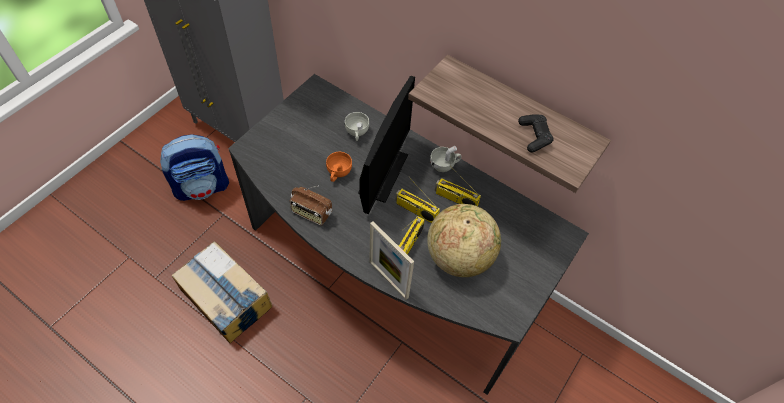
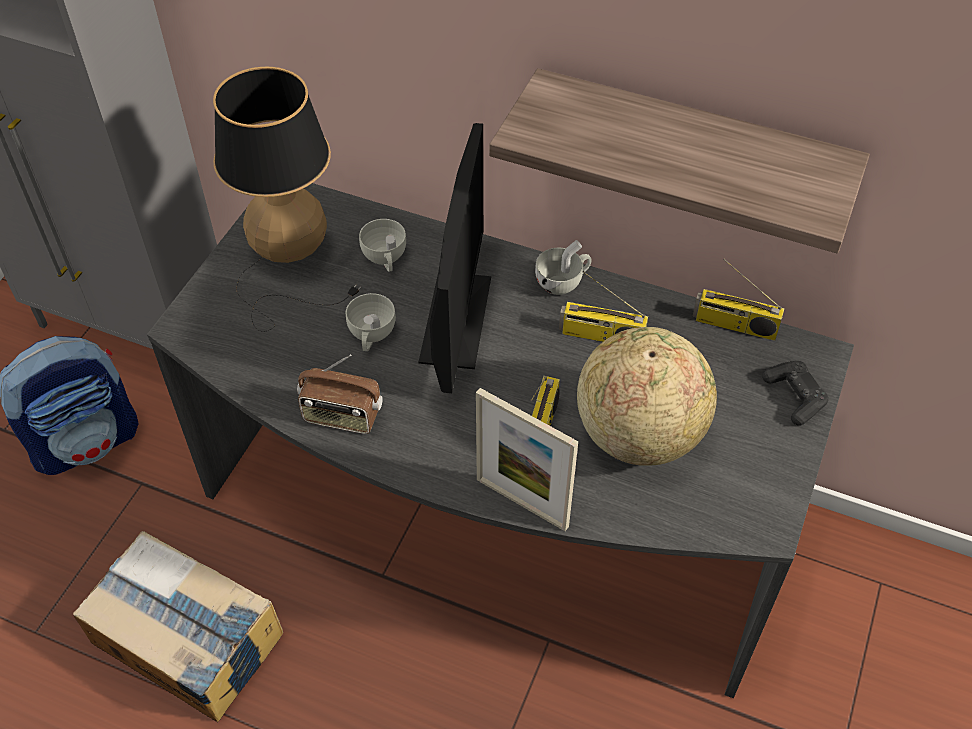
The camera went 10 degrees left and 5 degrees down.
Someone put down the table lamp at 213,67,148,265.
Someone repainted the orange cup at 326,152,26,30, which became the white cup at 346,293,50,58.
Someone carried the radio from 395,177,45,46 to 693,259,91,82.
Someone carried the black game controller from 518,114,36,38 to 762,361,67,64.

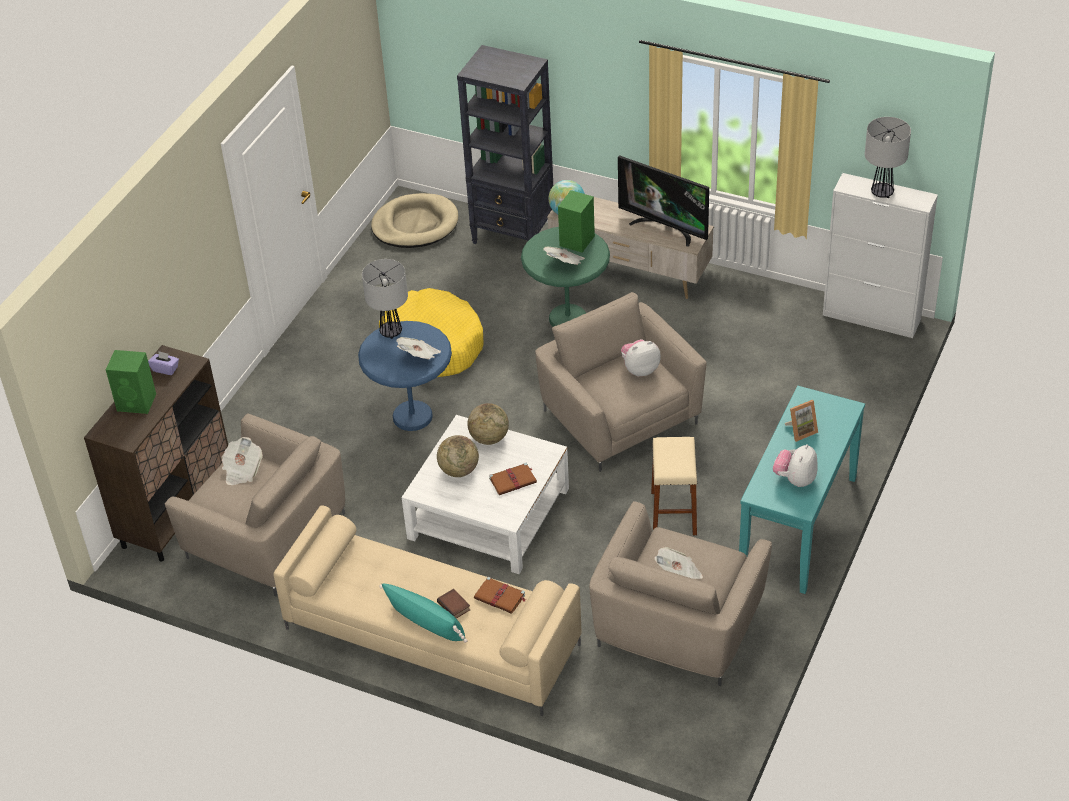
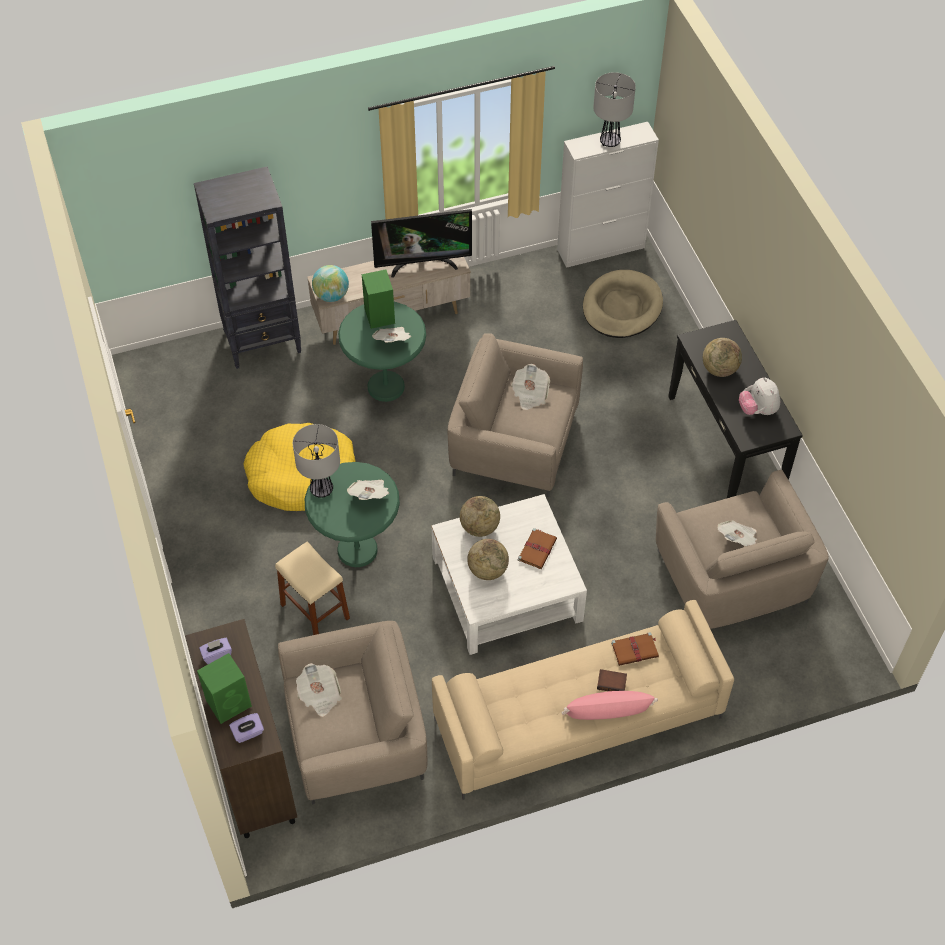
The camera went 45 degrees left and 10 degrees up.
Someone put down the purple tissue box at 229,713,35,30.
Someone carried the beige stool from 651,437,46,98 to 275,541,75,94.
Someone repainted the blue side table at 358,321,94,110, which became the green side table at 305,462,95,105.
Someone swapped the plush toy at 621,339,40,37 for the newspaper at 511,364,39,46.
Someone repainted the turquoise pillow at 379,584,88,59, which became the pink pillow at 562,691,96,29.
Someone carried the beige dog bed from 371,193,87,55 to 583,270,80,68.
Someone repainted the turquoise console table at 739,386,126,208, which became the black console table at 668,320,135,178.
Someone swapped the picture frame at 785,400,33,42 for the globe at 703,338,39,39.

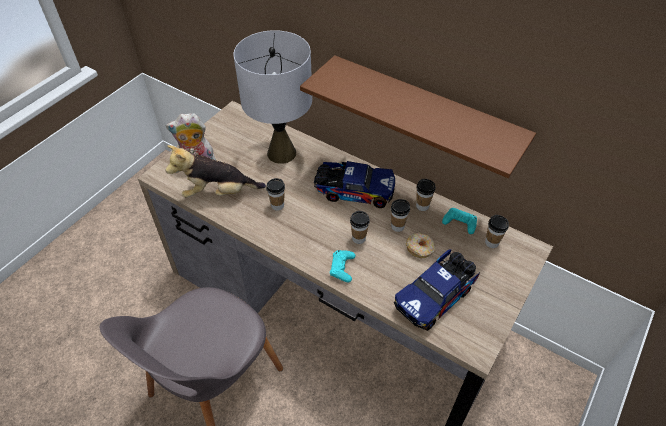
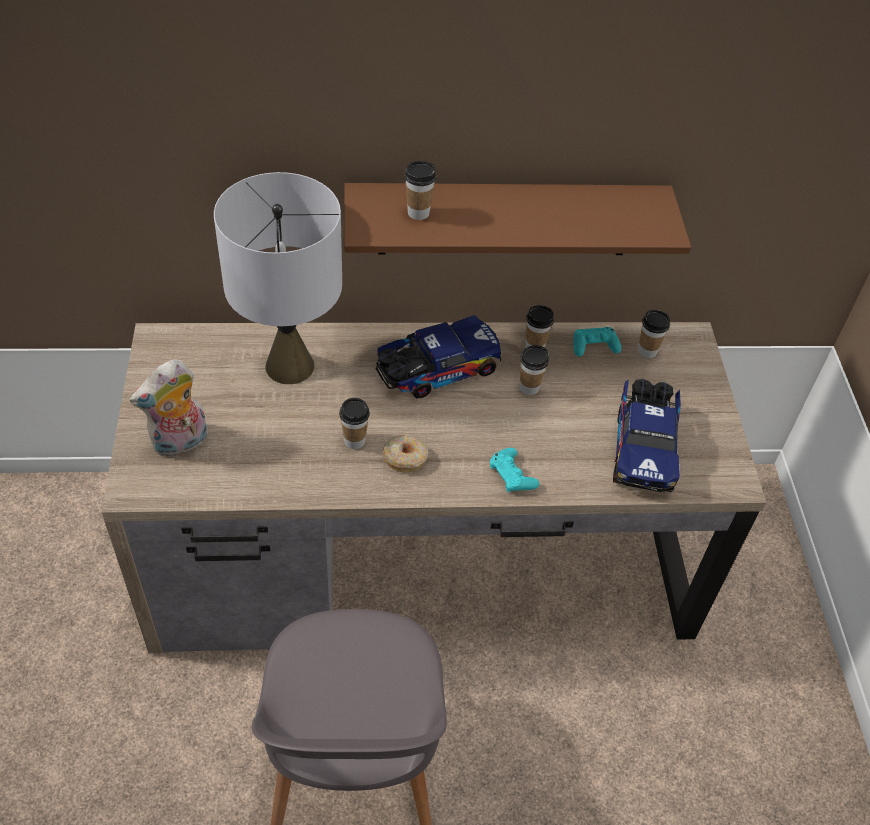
The camera went 40 degrees left and 0 degrees up.
Someone carried the donut from 406,233,29,25 to 383,435,46,38.
Someone carried the cup from 350,211,20,33 to 405,161,31,59.
Someone took away the plush toy at 165,145,101,52.

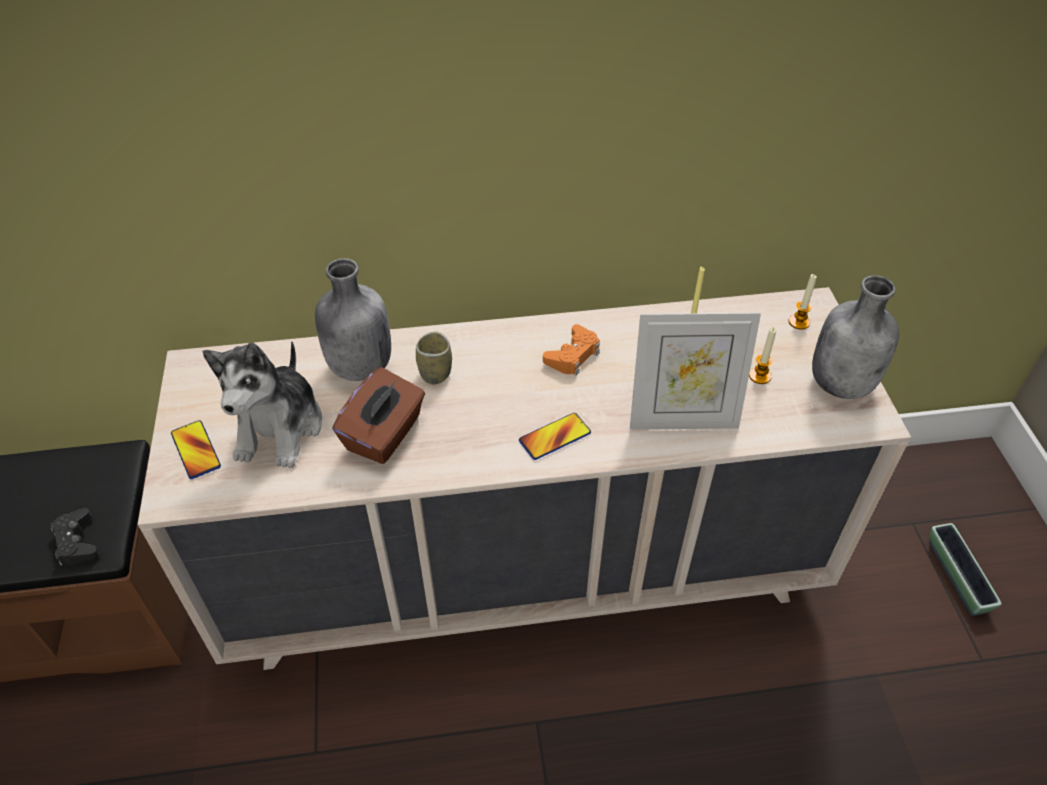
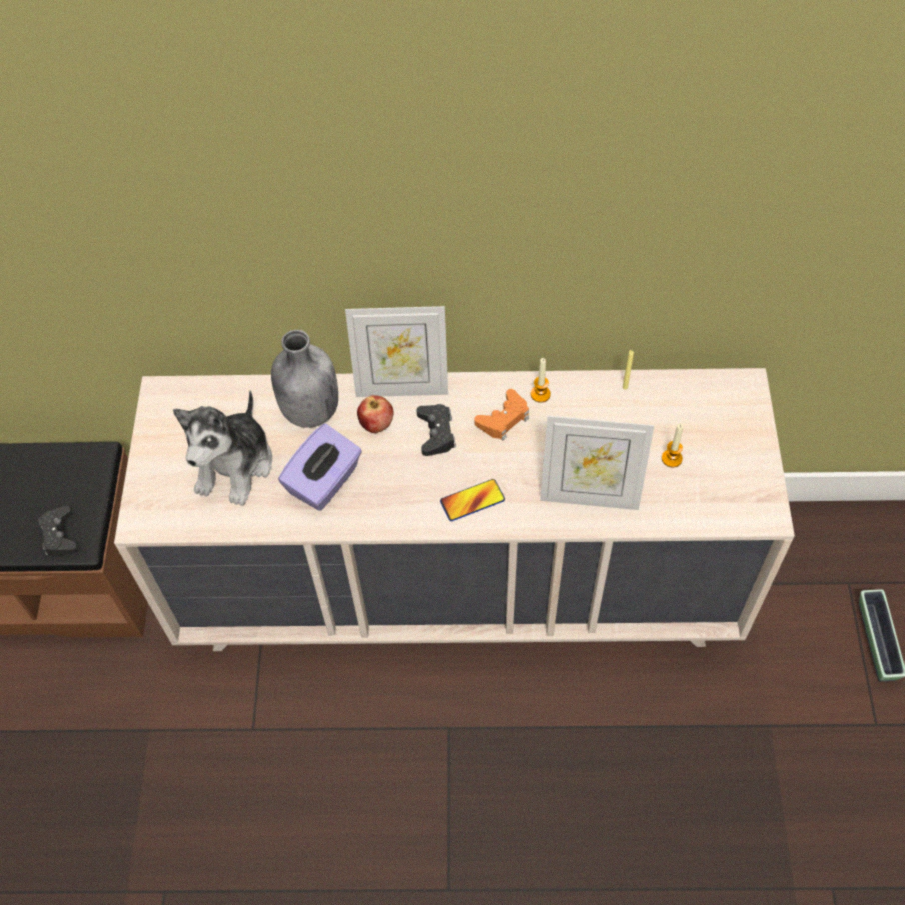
The camera went 10 degrees right and 10 degrees up.
Someone repainted the brown tissue box at 332,367,93,97, which became the purple tissue box at 278,424,84,87.
Someone put down the picture frame at 345,306,103,91.
Someone swapped the cup at 416,332,36,52 for the apple at 357,395,36,38.
Someone put down the black game controller at 416,404,40,52.
Someone carried the candle from 788,274,29,56 to 531,358,20,45.
Someone took away the phone at 171,420,50,59.
Someone took away the grey bottle at 812,275,87,124.

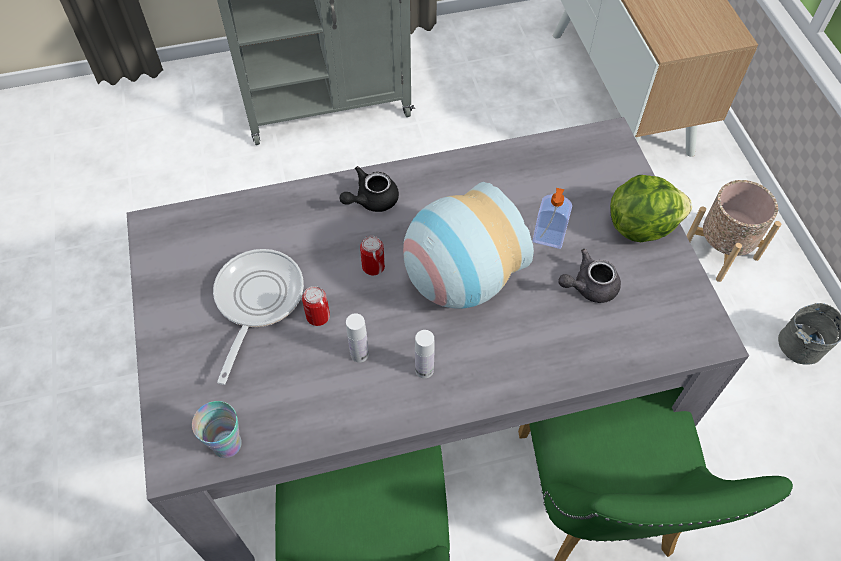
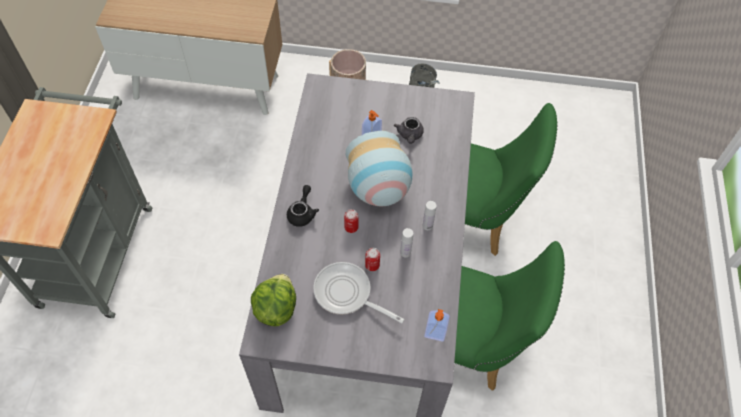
The camera went 70 degrees left and 0 degrees up.
Someone carried the lettuce from 610,175,82,67 to 251,274,45,52.
Someone rotated the black teapot at 340,166,59,46 by 150 degrees counterclockwise.
Someone swapped the cup at 192,401,50,57 for the soap dispenser at 424,309,26,33.

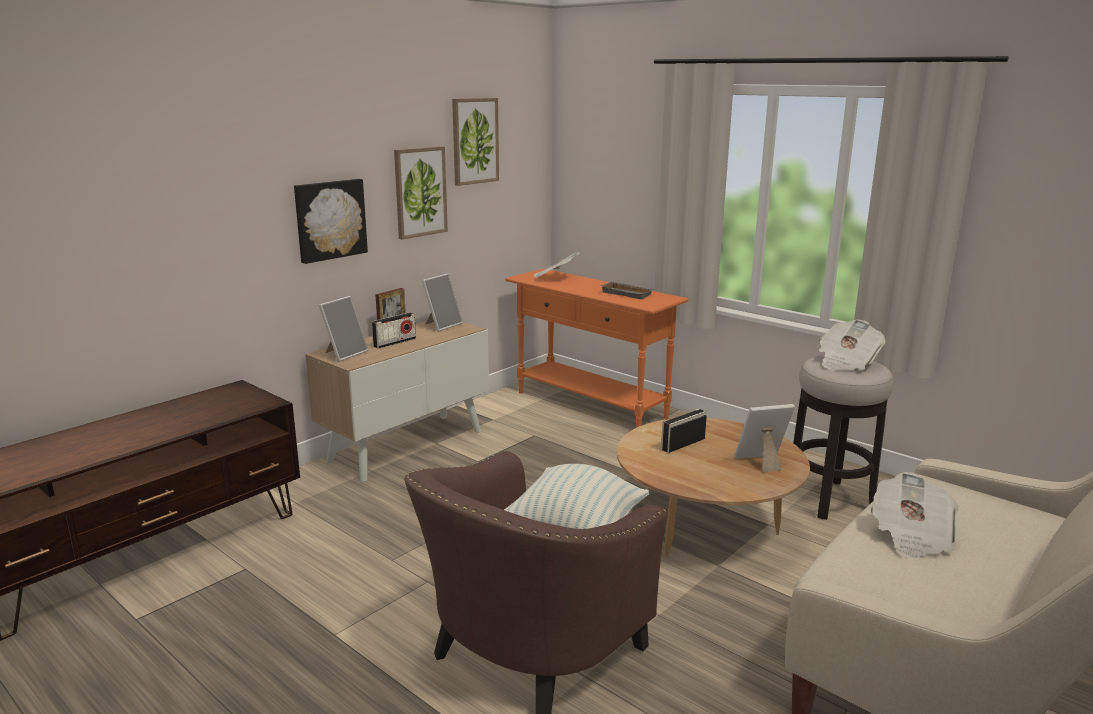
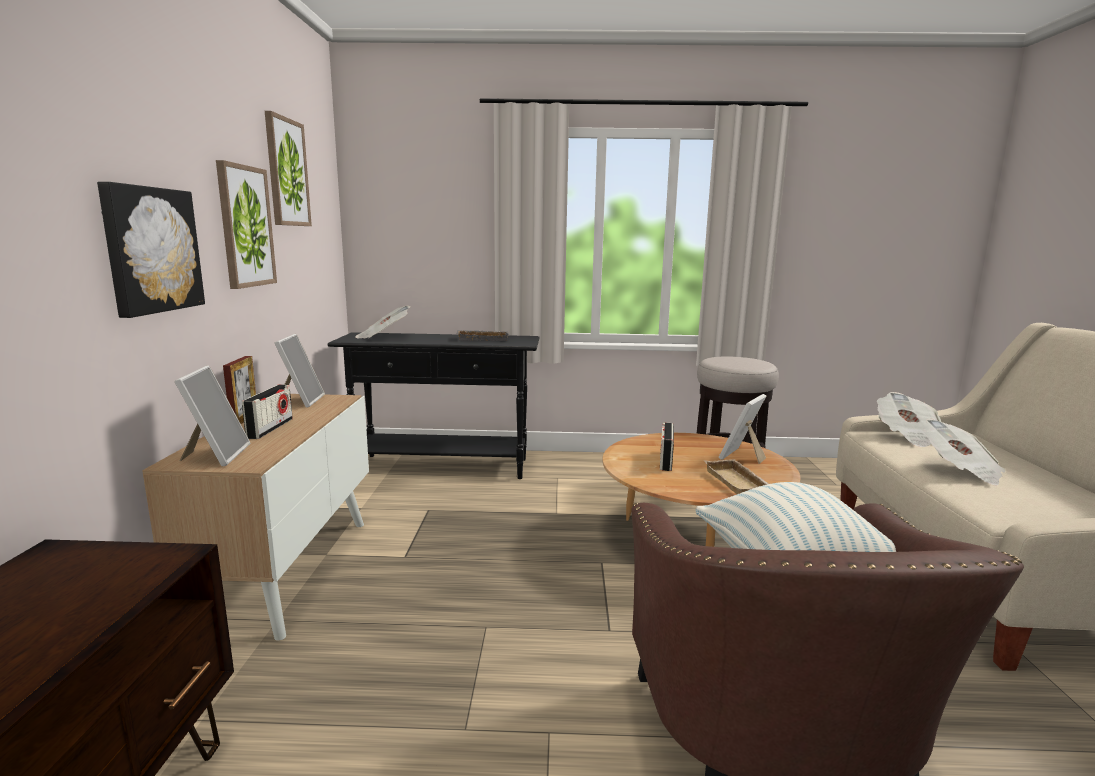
The camera went 40 degrees left and 5 degrees down.
Someone repainted the orange console table at 505,269,184,159, which became the black console table at 328,332,212,147.
Someone put down the beige tray at 704,459,65,35.
Someone carried the newspaper from 819,320,66,50 to 877,392,64,55.

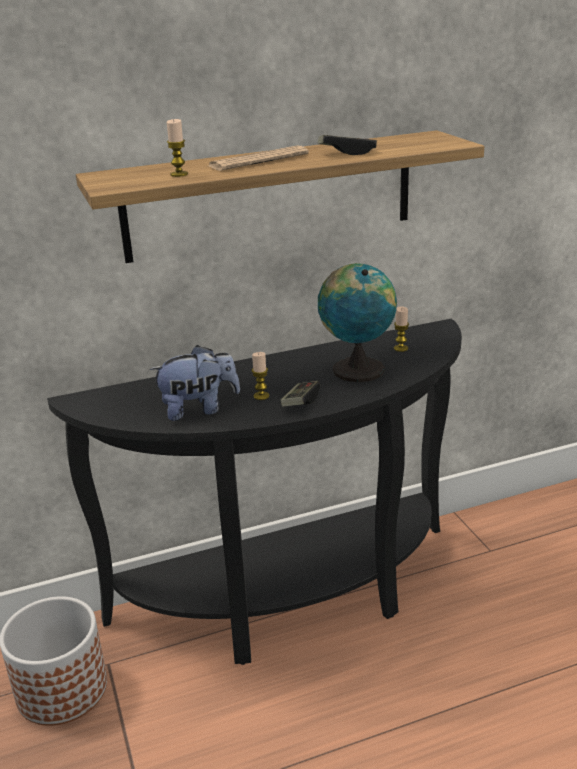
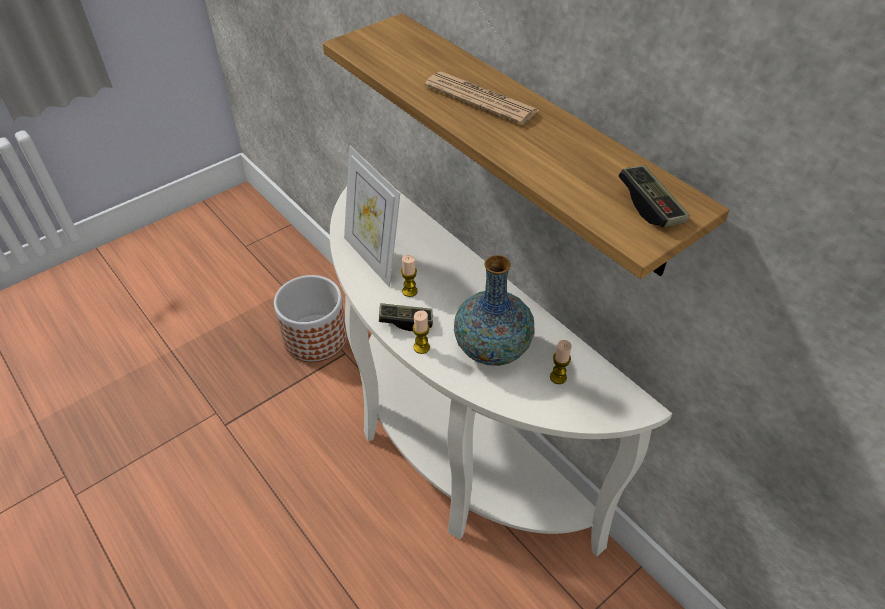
The camera went 70 degrees right and 20 degrees up.
Someone repainted the black console table at 47,319,415,346, which became the white console table at 330,187,342,369.
Someone swapped the plush toy at 149,345,91,76 for the picture frame at 344,146,56,141.
Someone carried the candle from 167,119,21,58 to 413,310,17,44.
Someone swapped the globe at 318,263,79,119 for the vase at 454,255,80,111.
Someone carried the game controller from 318,135,59,20 to 618,165,72,62.

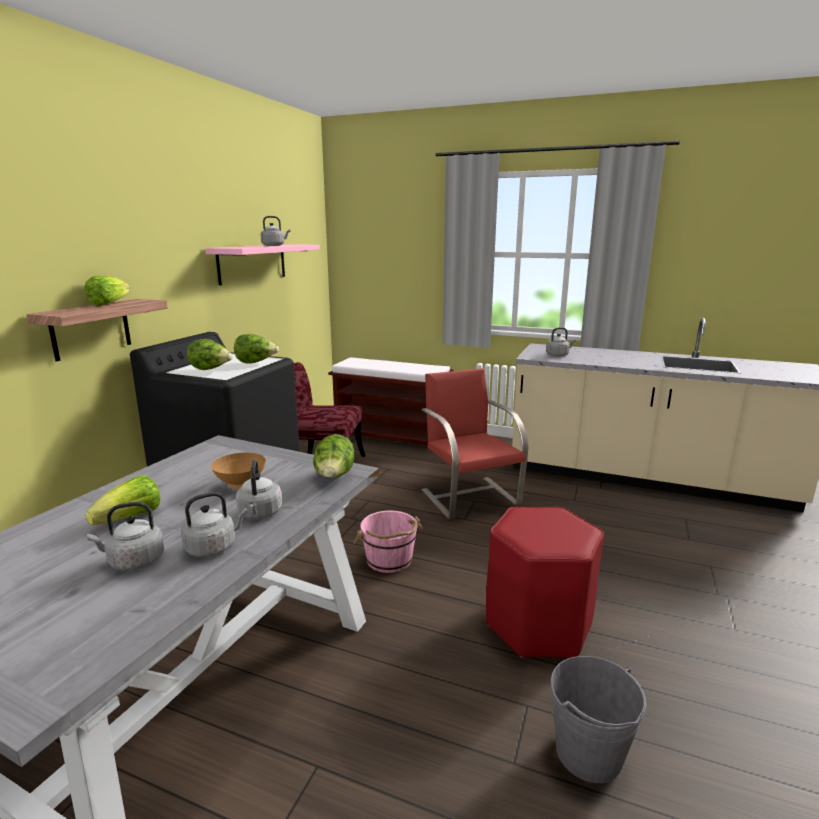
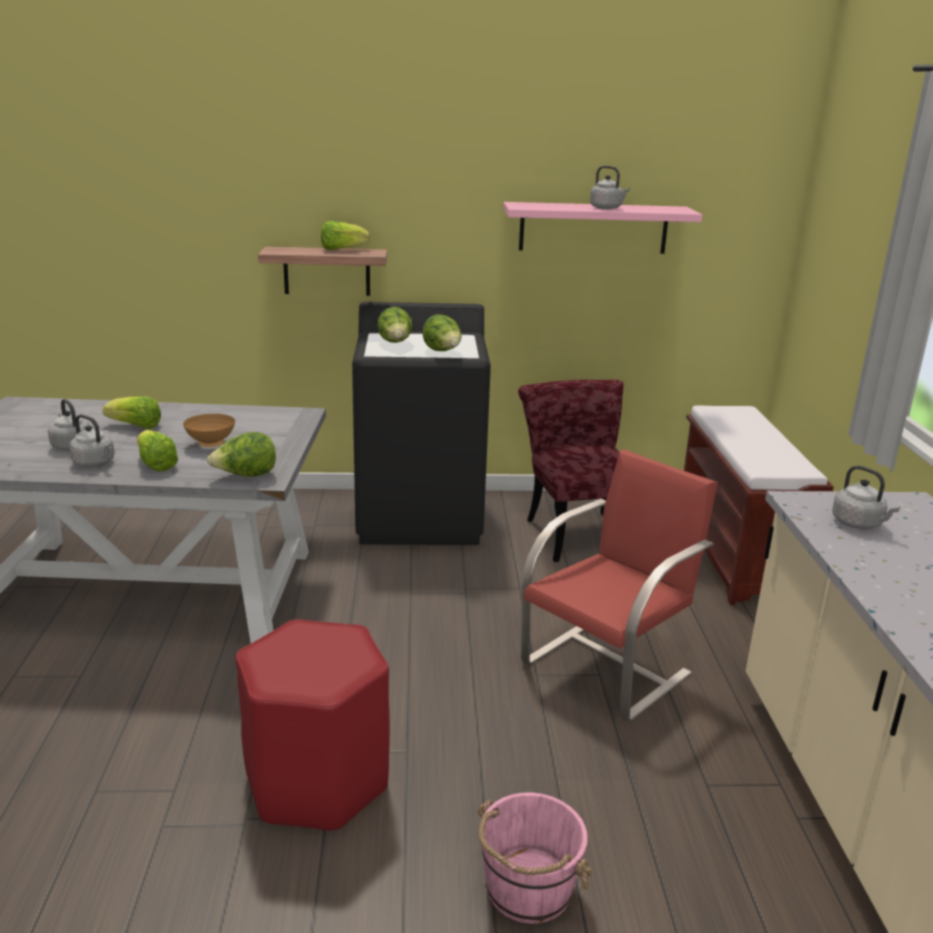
The camera went 65 degrees right and 5 degrees up.
Someone swapped the grey kettle at 236,460,47,59 for the lettuce at 137,430,41,42.
Someone carried the pink bucket from 353,511,70,62 to 477,792,116,132.
Someone took away the grey bucket at 551,656,96,127.

